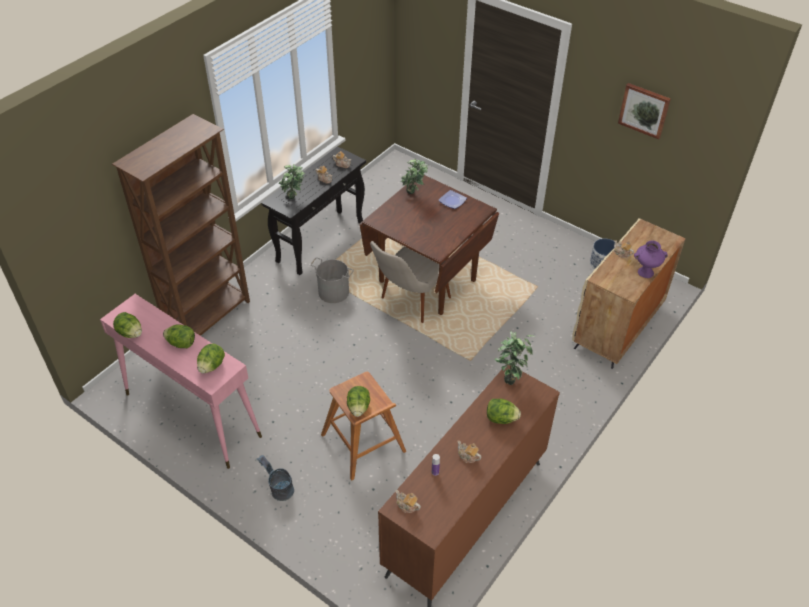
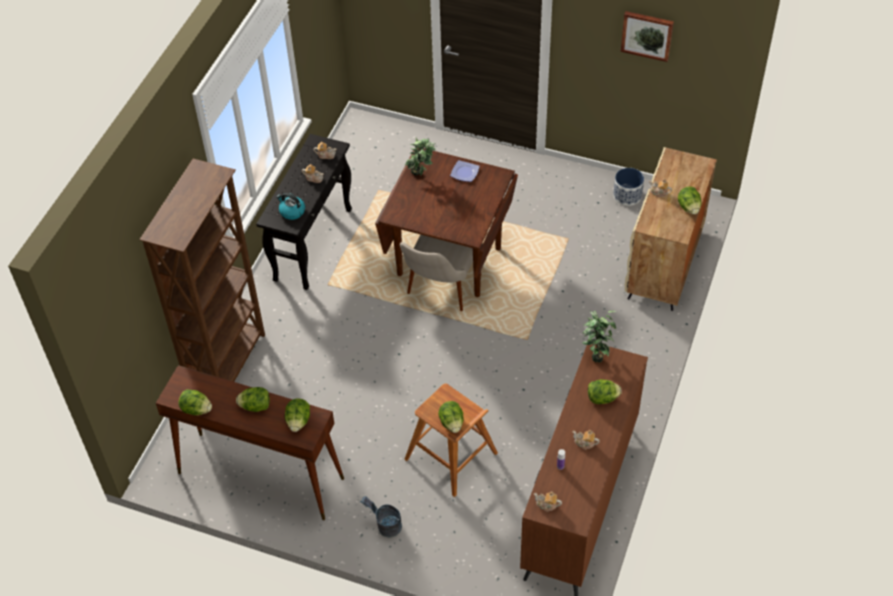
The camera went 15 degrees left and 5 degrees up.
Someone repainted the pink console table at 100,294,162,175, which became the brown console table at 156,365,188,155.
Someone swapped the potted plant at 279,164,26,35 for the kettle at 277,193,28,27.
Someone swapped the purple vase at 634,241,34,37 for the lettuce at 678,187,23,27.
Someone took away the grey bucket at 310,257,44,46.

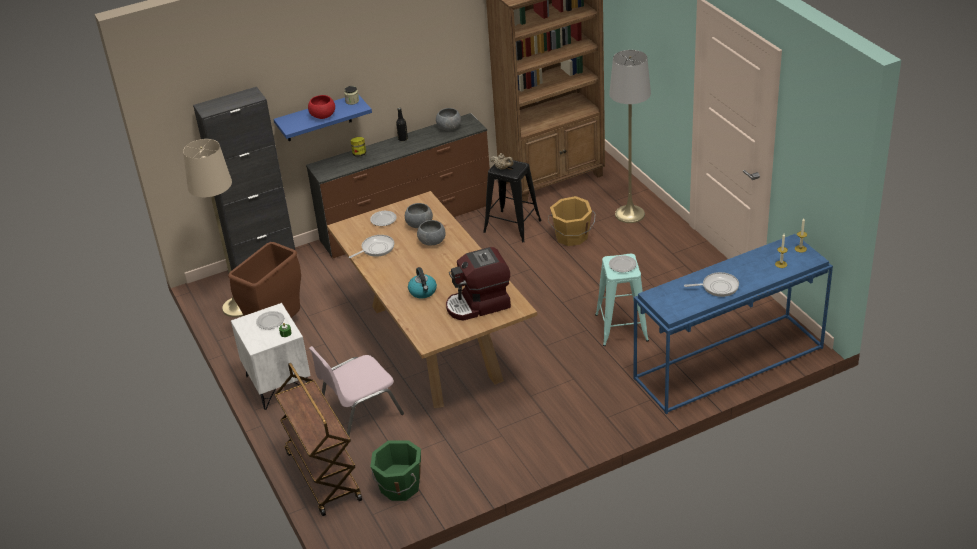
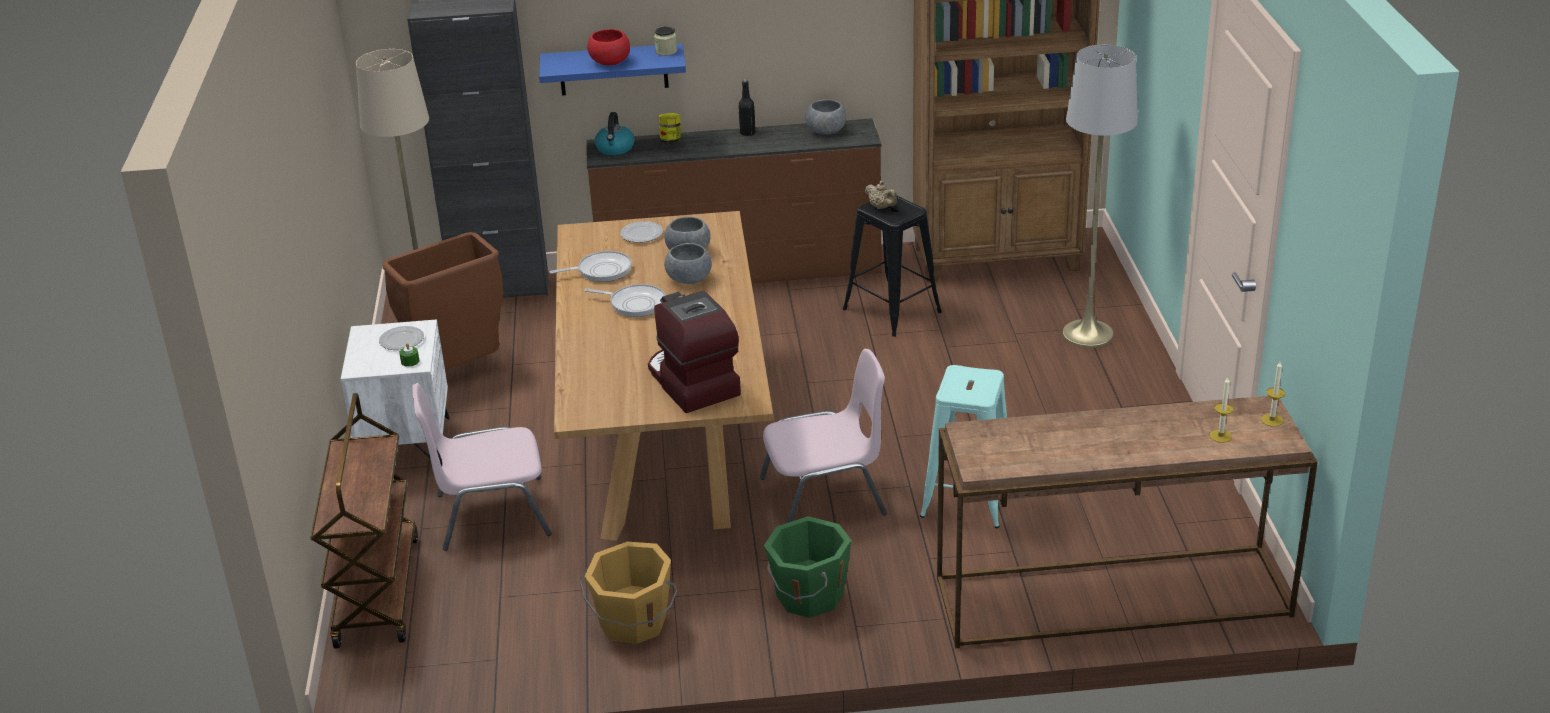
The camera went 20 degrees right and 5 degrees down.
Someone carried the orange bucket from 548,196,47,50 to 579,542,98,102.
Someone carried the frying pan from 684,272,55,25 to 584,284,82,33.
Someone carried the kettle from 408,267,29,31 to 595,112,39,43.
Someone rotated the coffee machine at 446,247,65,74 by 60 degrees clockwise.
Someone put down the pink chair at 760,349,127,174.
Someone carried the green bucket from 370,440,51,61 to 764,516,87,102.
Someone repainted the blue console table at 634,234,199,180, which became the brown console table at 937,396,381,252.
Someone took away the plate at 609,255,28,17.

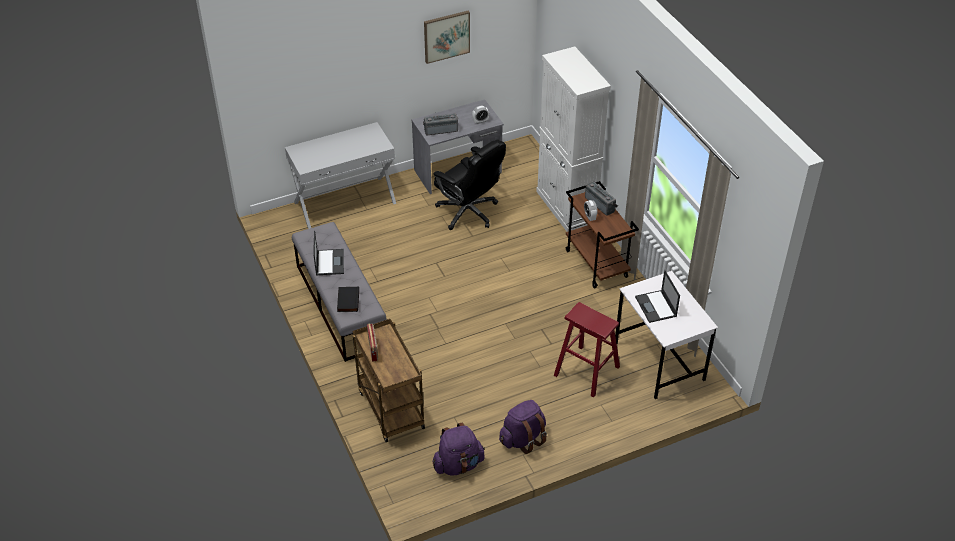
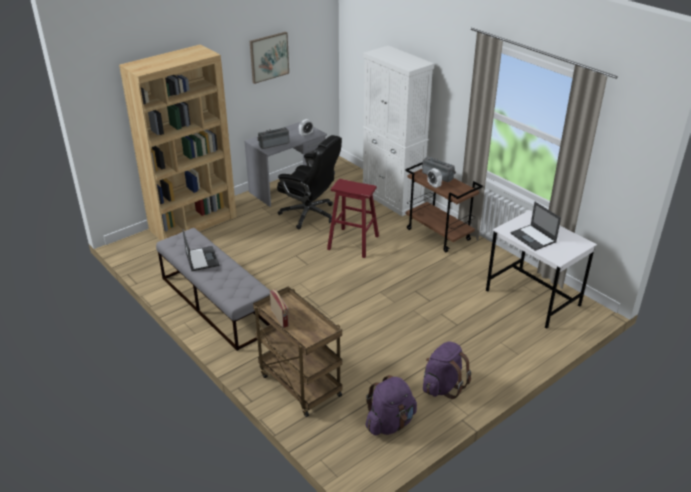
The camera went 15 degrees left and 10 degrees down.
Someone swapped the white console table at 285,122,111,107 for the brown bookcase at 119,44,118,196.
Someone carried the red stool from 554,302,66,95 to 327,179,52,79.
Someone took away the black book at 337,286,22,26.

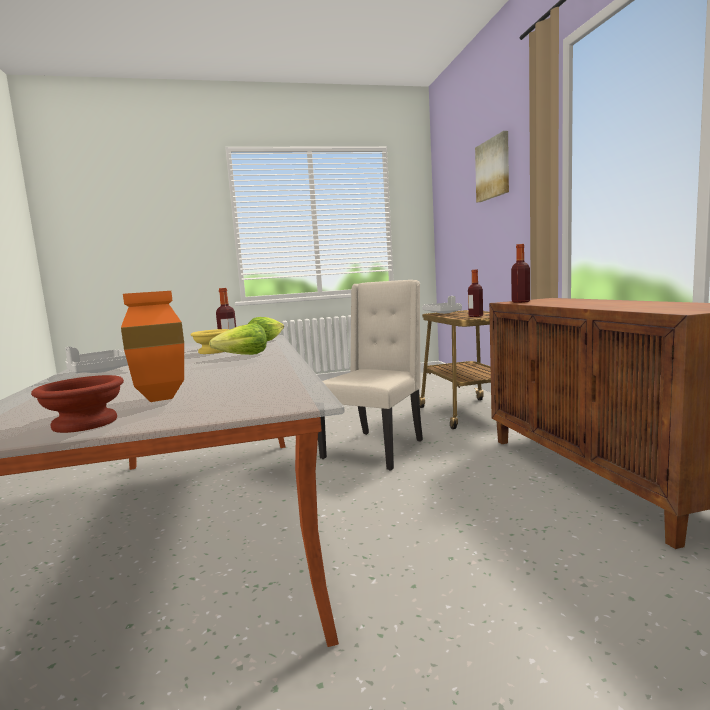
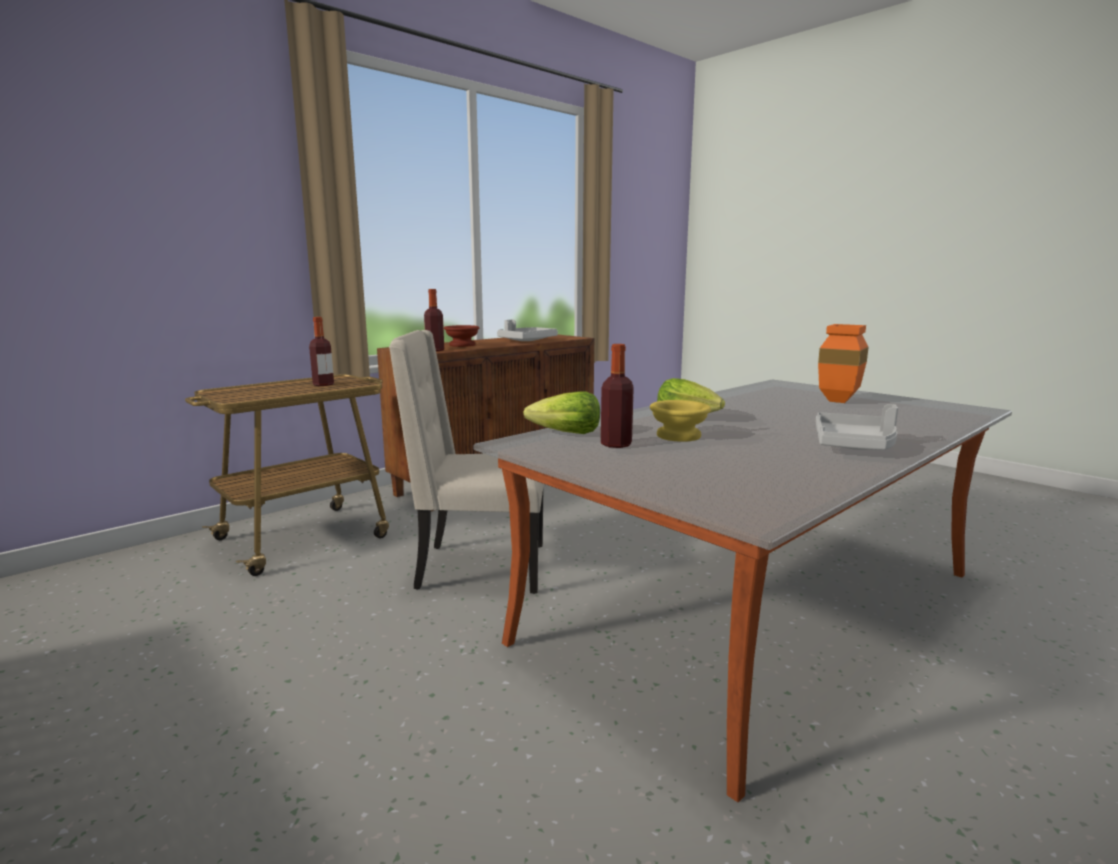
The camera went 120 degrees left and 5 degrees up.
Someone carried the brown bowl from 31,375,93,58 to 444,325,35,22.
Someone carried the grey tray from 422,296,40,18 to 497,320,61,21.
Someone took away the picture at 475,131,34,71.

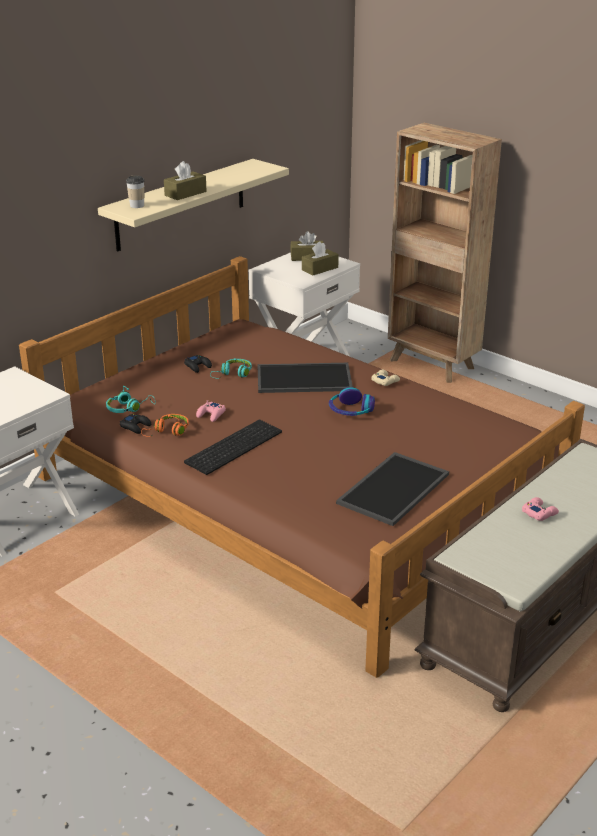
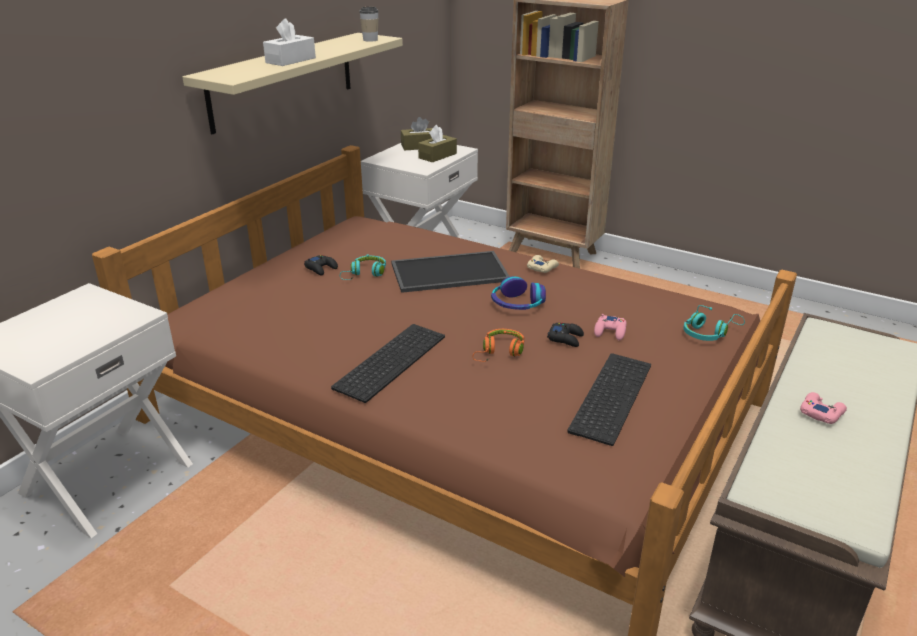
The camera went 10 degrees left and 0 degrees up.
Someone repainted the brown tissue box at 164,161,43,39, which became the white tissue box at 263,18,53,48.
Someone carried the cup from 126,175,19,33 to 359,7,20,35.
Someone carried the orange headphones from 141,414,48,23 to 472,329,52,33.
Someone carried the black game controller from 120,414,31,20 to 547,322,37,25.
Someone swapped the tray at 336,452,113,74 for the keyboard at 567,353,84,93.
Someone carried the pink game controller from 196,400,30,22 to 594,314,33,26.
Someone carried the turquoise headphones from 106,386,50,27 to 684,305,61,36.

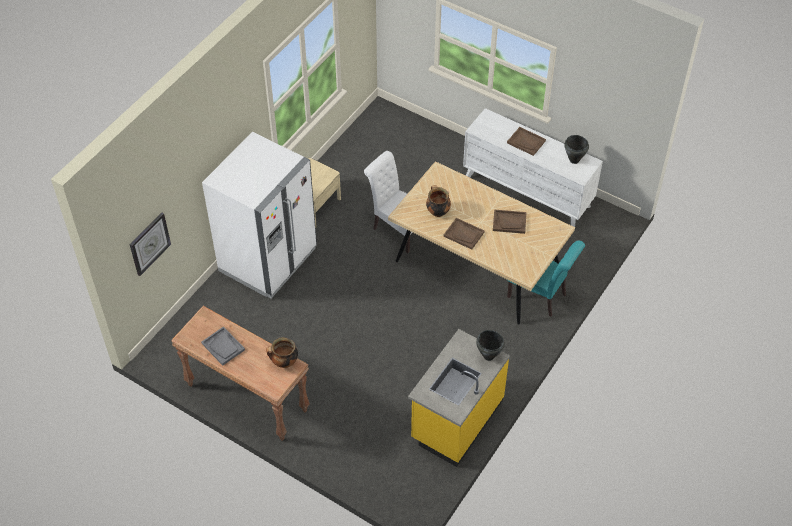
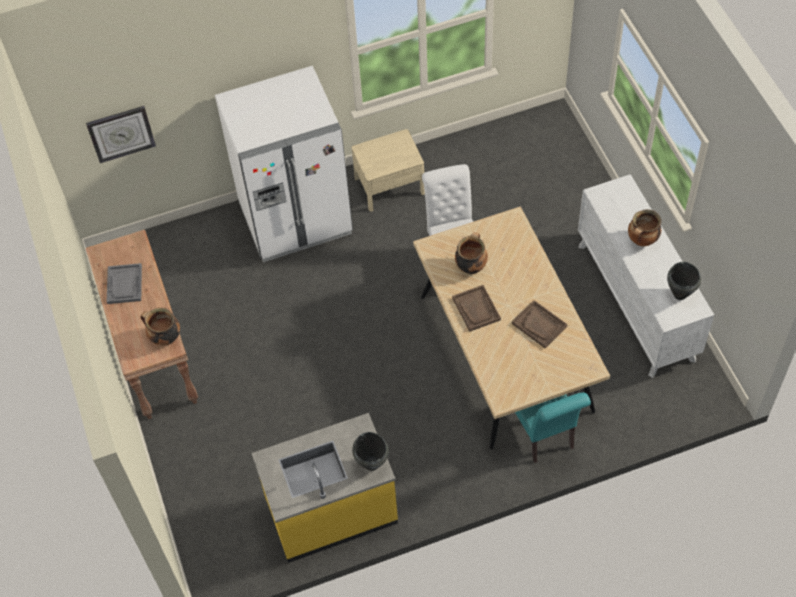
The camera went 40 degrees right and 5 degrees up.
Someone swapped the brown tray at 507,127,39,29 for the cooking pot at 628,209,33,37.

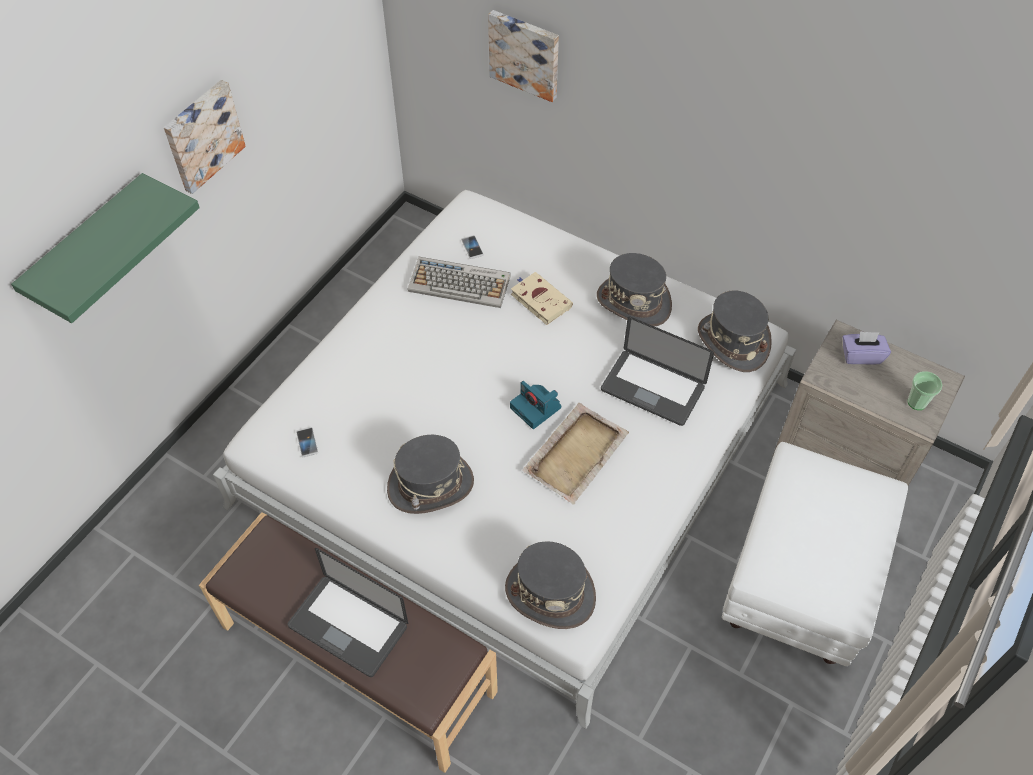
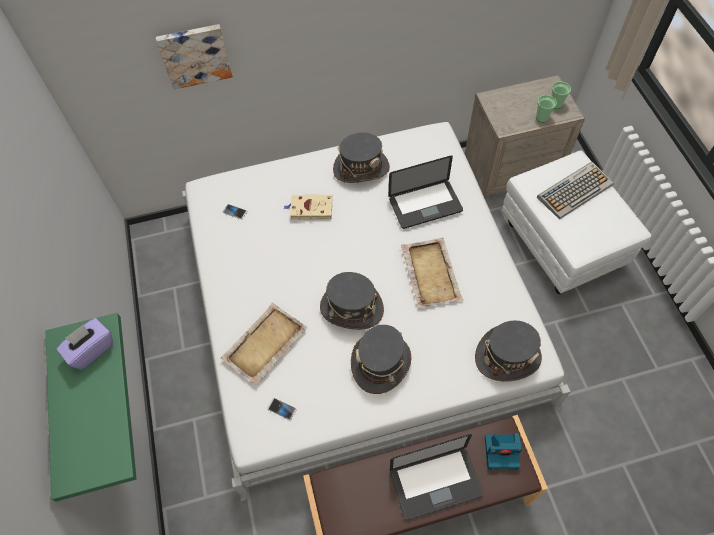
The camera went 45 degrees left and 5 degrees up.
Someone carried the purple tissue box from 842,331,49,34 to 56,318,57,52.
Someone put down the beige tray at 221,303,86,82.
Someone carried the grey hat from 698,290,74,82 to 320,272,64,58.
Someone carried the photo camera from 510,381,51,48 to 485,433,37,37.
Someone put down the cup at 536,95,21,28.
Someone carried the keyboard from 408,257,103,51 to 537,162,77,58.
Someone took away the picture at 164,80,82,114.

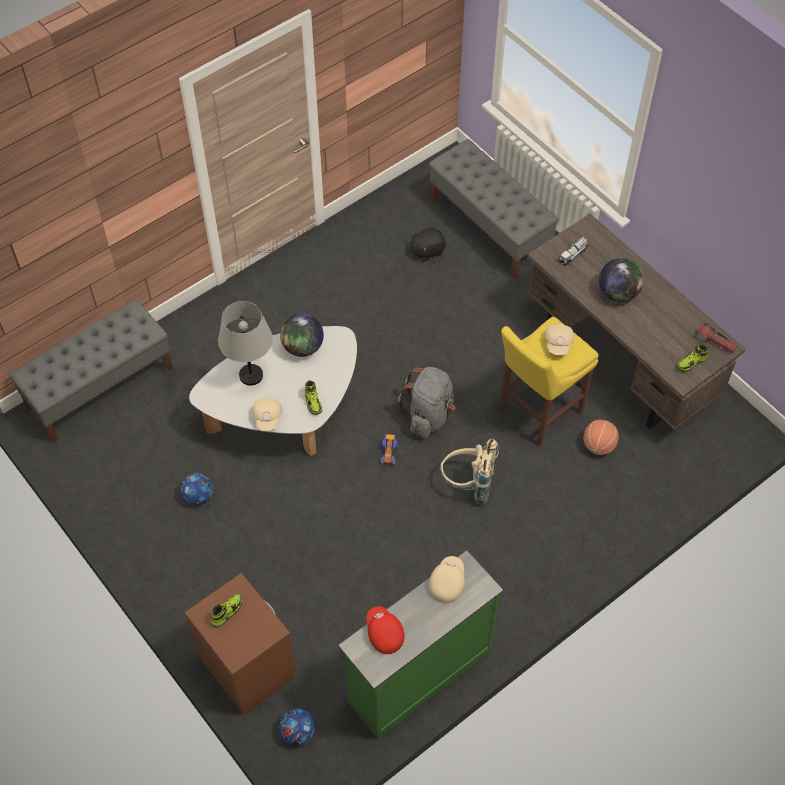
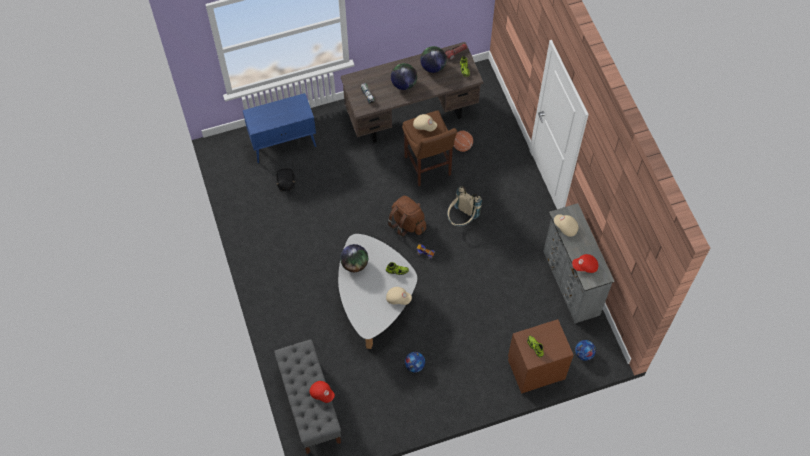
The camera went 70 degrees left and 5 degrees up.
Someone swapped the grey bench at 429,139,130,140 for the blue cabinet at 243,93,73,70.
Someone put down the red cap at 309,381,26,22.
Someone repainted the grey backpack at 397,367,59,71, which became the brown backpack at 387,196,39,40.
Someone repainted the yellow stool at 499,317,100,129, which became the brown stool at 402,111,55,75.
Someone put down the globe at 420,46,27,27.
Someone repainted the green dresser at 338,550,165,189, which became the grey dresser at 543,203,72,120.
Someone took away the grey table lamp at 218,301,55,85.

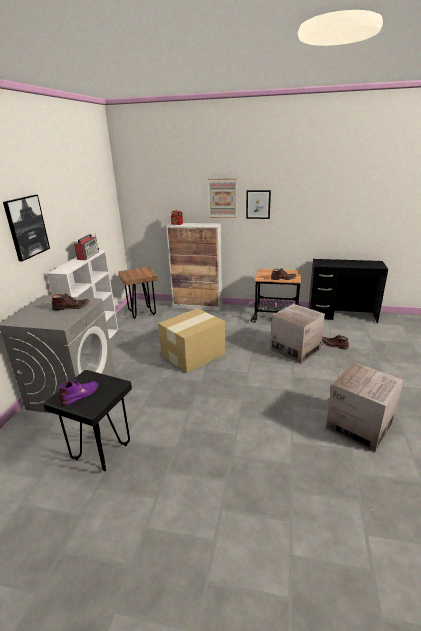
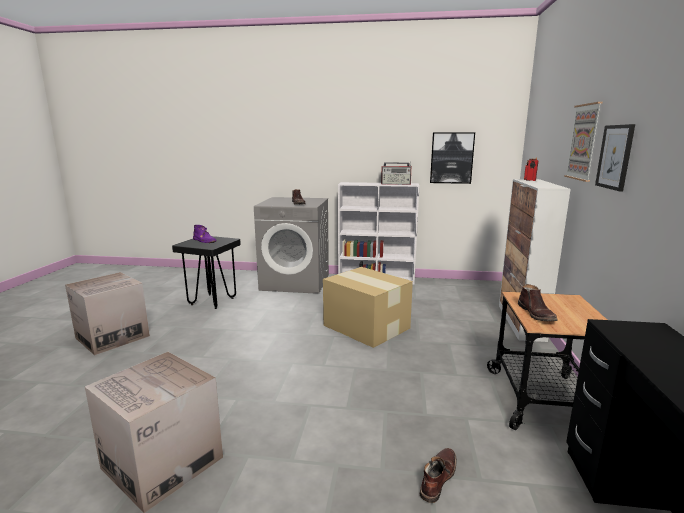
The camera went 85 degrees right and 10 degrees down.
Someone carried the cardboard box from 270,304,55,60 to 65,272,85,83.
Someone carried the picture from 3,195,47,66 to 430,132,45,52.
Someone took away the brown stool at 118,267,40,52.

